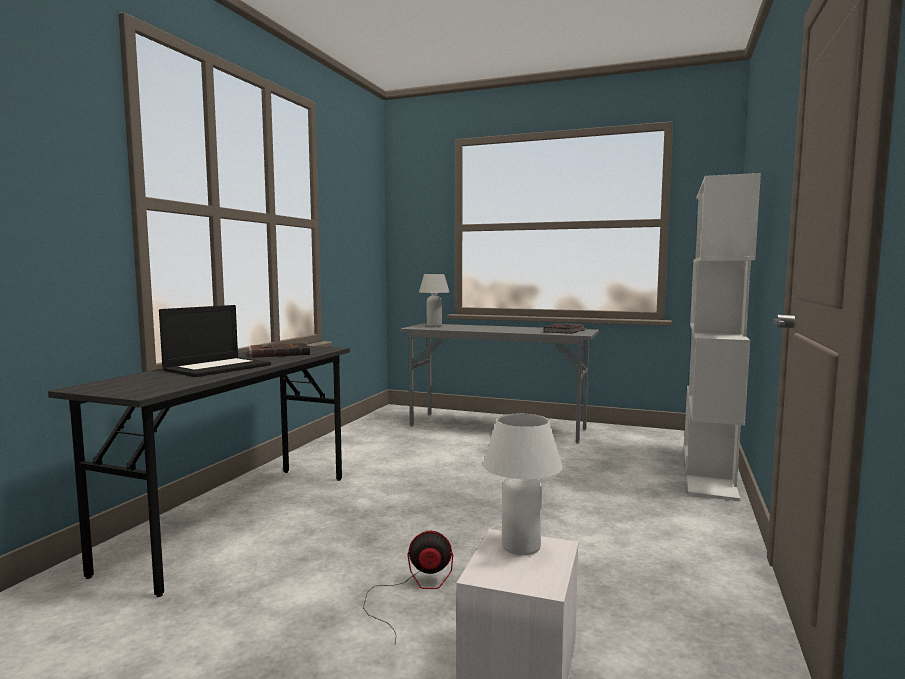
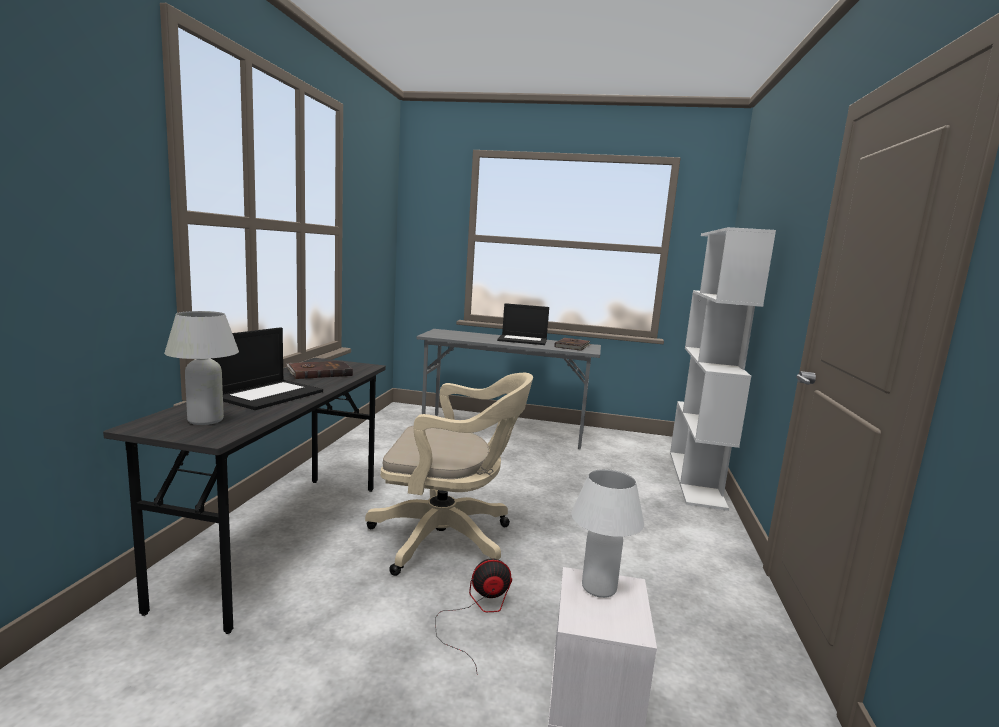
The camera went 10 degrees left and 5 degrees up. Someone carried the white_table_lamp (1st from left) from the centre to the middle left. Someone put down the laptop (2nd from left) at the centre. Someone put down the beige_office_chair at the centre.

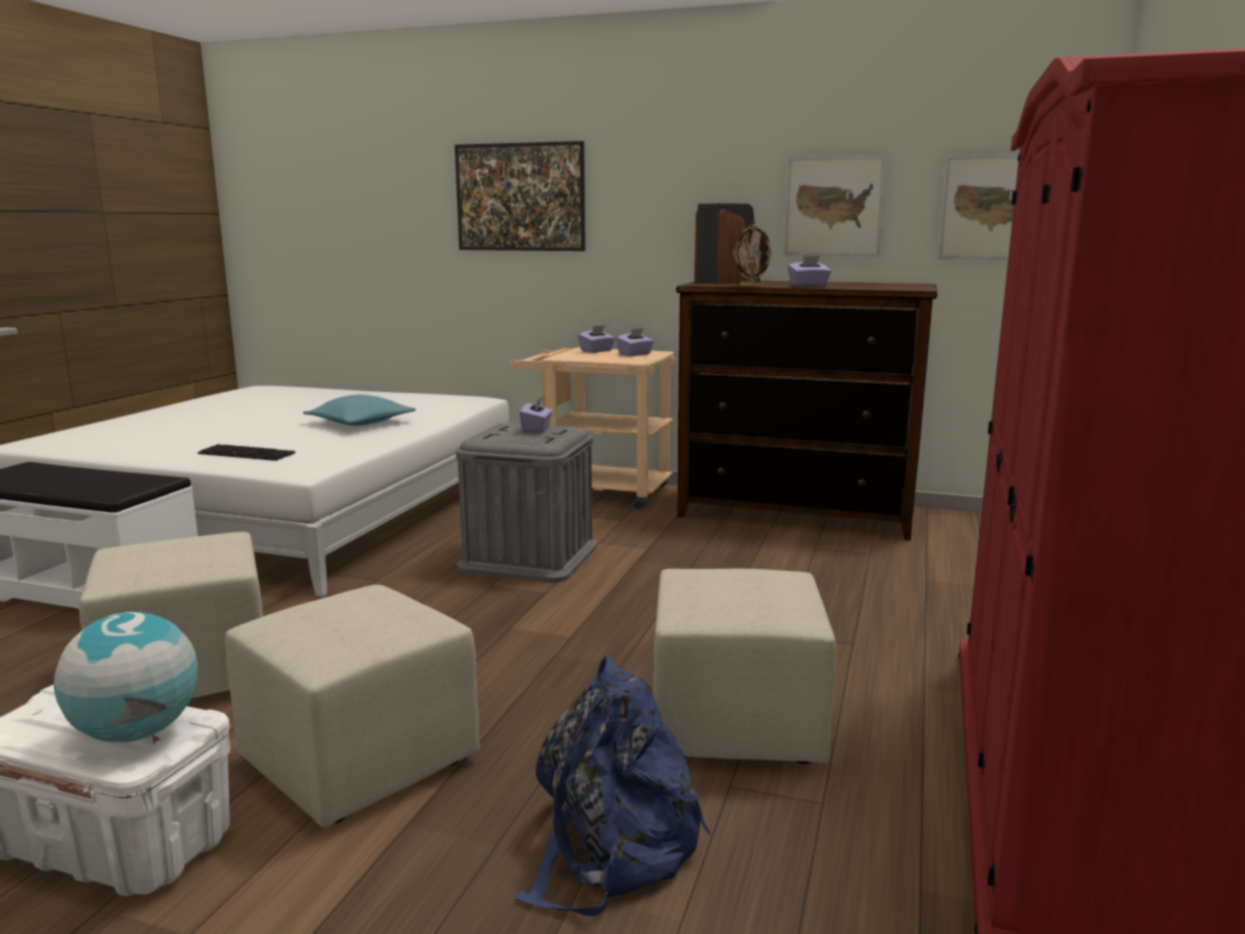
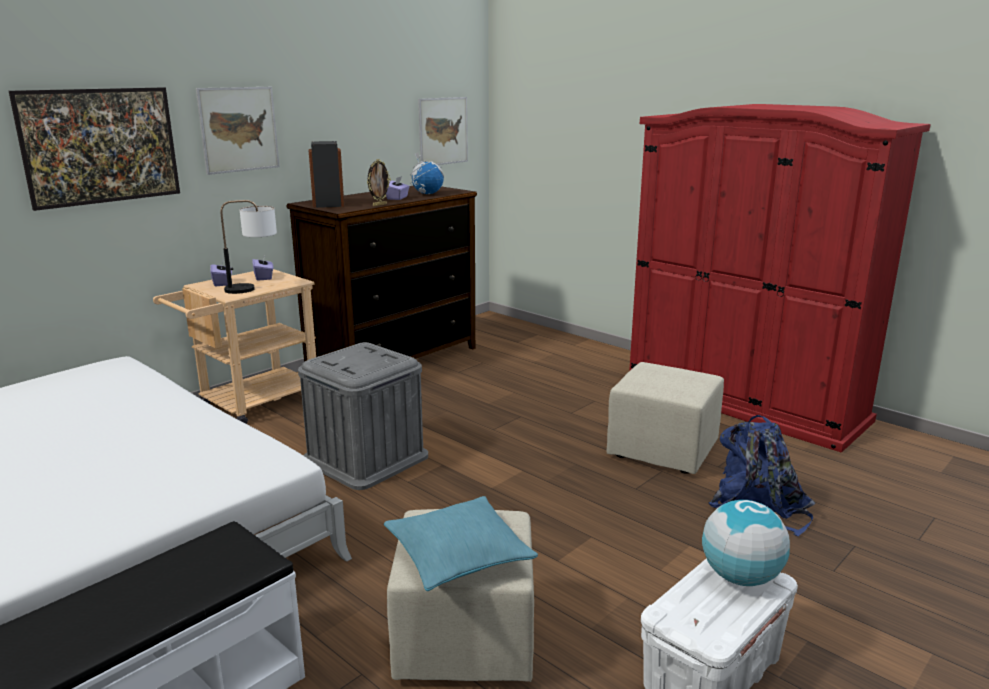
The camera went 65 degrees left and 5 degrees up. Someone carried the picture (2nd from left) from the top right to the top left. Someone carried the turquoise_pillow from the middle left to the bottom centre. Someone took away the purple_tissue_box (1st from left) at the centre. Someone took away the keyboard at the middle left. Someone took away the beige_ottoman (2nd from left) at the bottom left. Someone put down the globe (1st from left) at the top centre. Someone put down the table_lamp at the middle left.

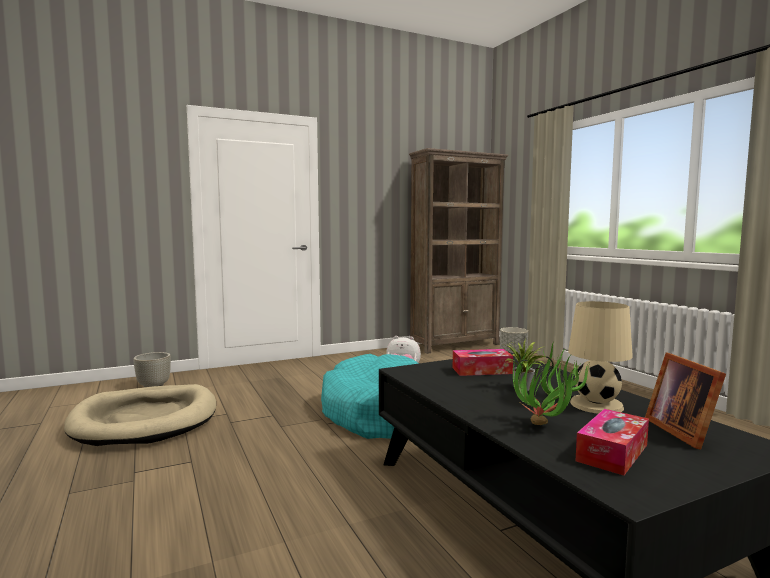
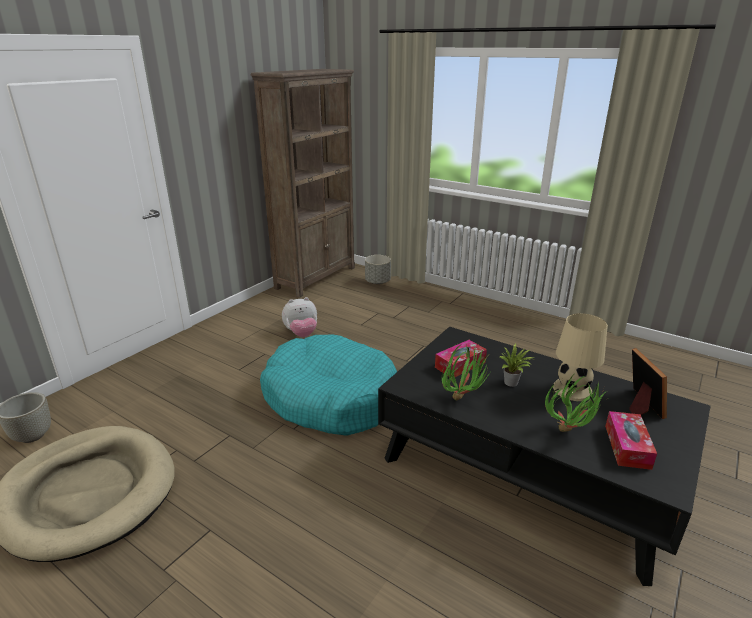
The camera went 30 degrees left and 20 degrees up. Someone rotated the picture_frame at the bottom right by 150 degrees counterclockwise. Someone put down the potted_plant (1st from left) at the centre.

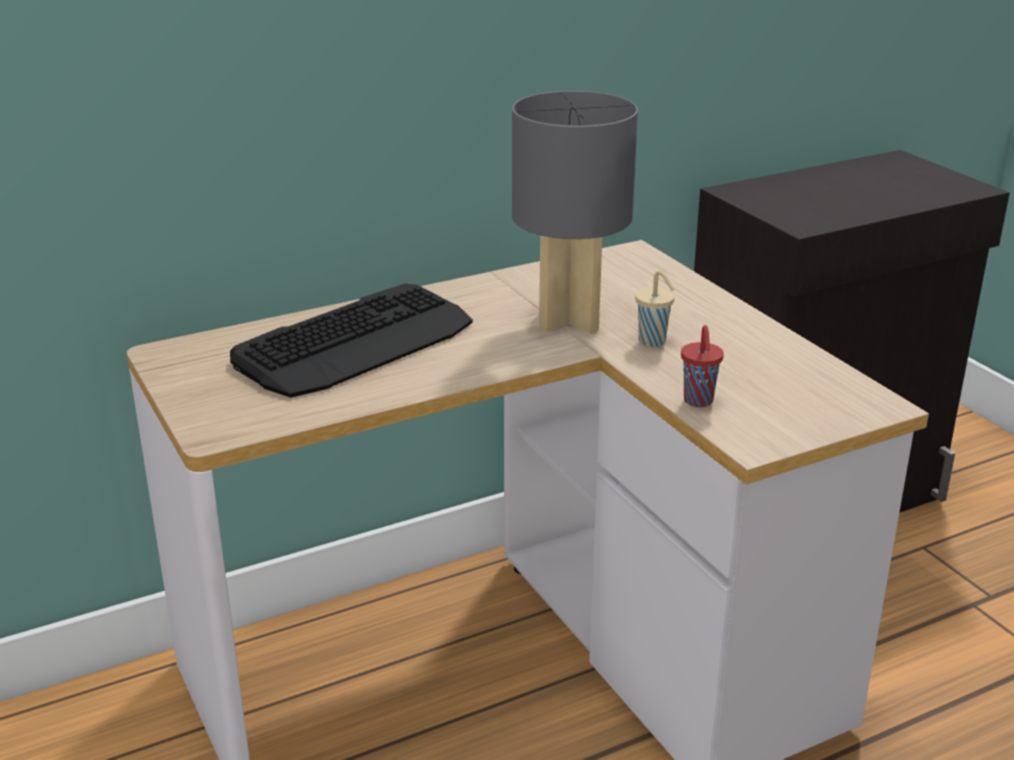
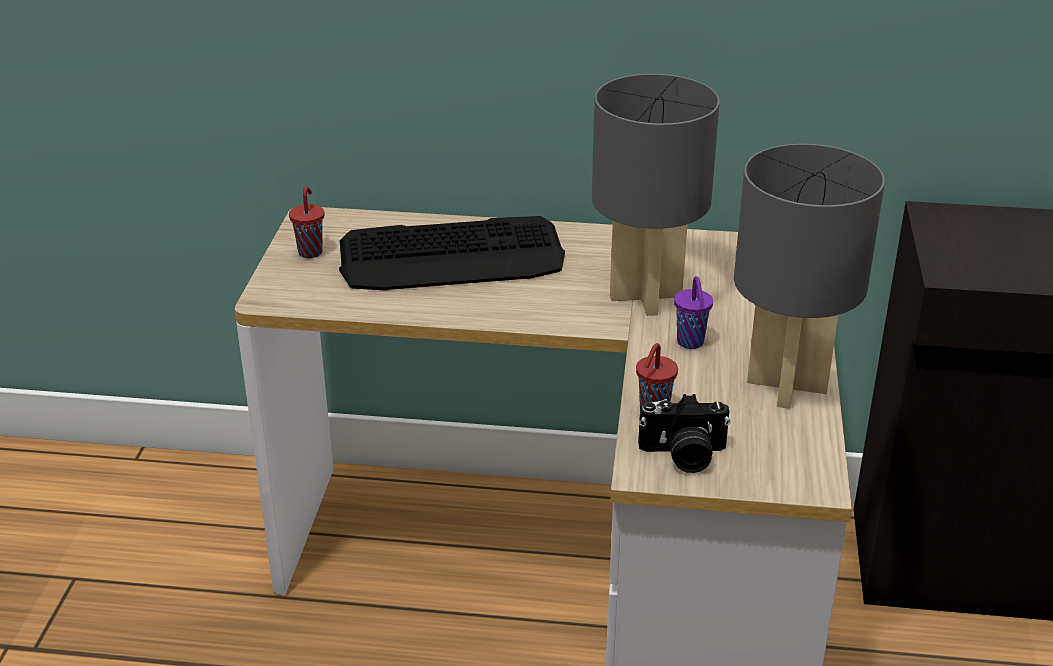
The camera went 35 degrees right and 5 degrees up. Someone repainted the beige_cup at the centre, which became the purple_cup at the centre. Someone put down the grey_table_lamp (2nd from left) at the middle right. Someone put down the red_cup (1st from left) at the middle left. Someone put down the photo_camera at the centre.

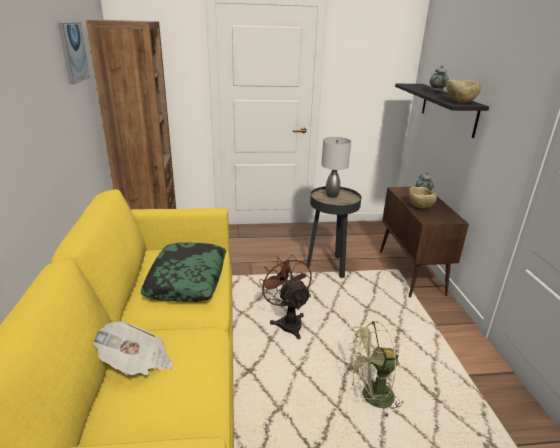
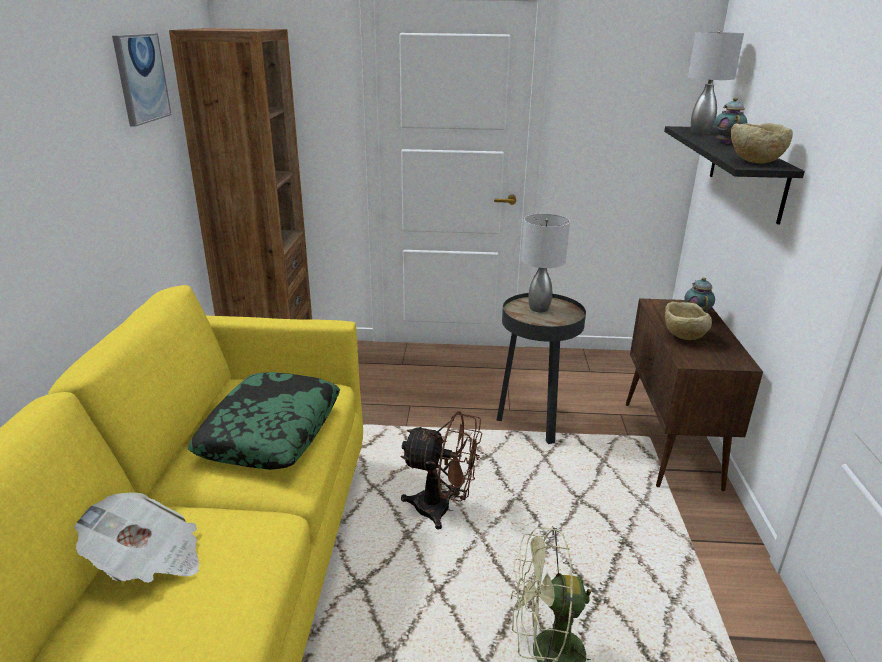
The camera went 10 degrees right and 0 degrees up. Someone rotated the brown_fan at the centre by 120 degrees clockwise. Someone put down the grey_table_lamp (2nd from left) at the top right.

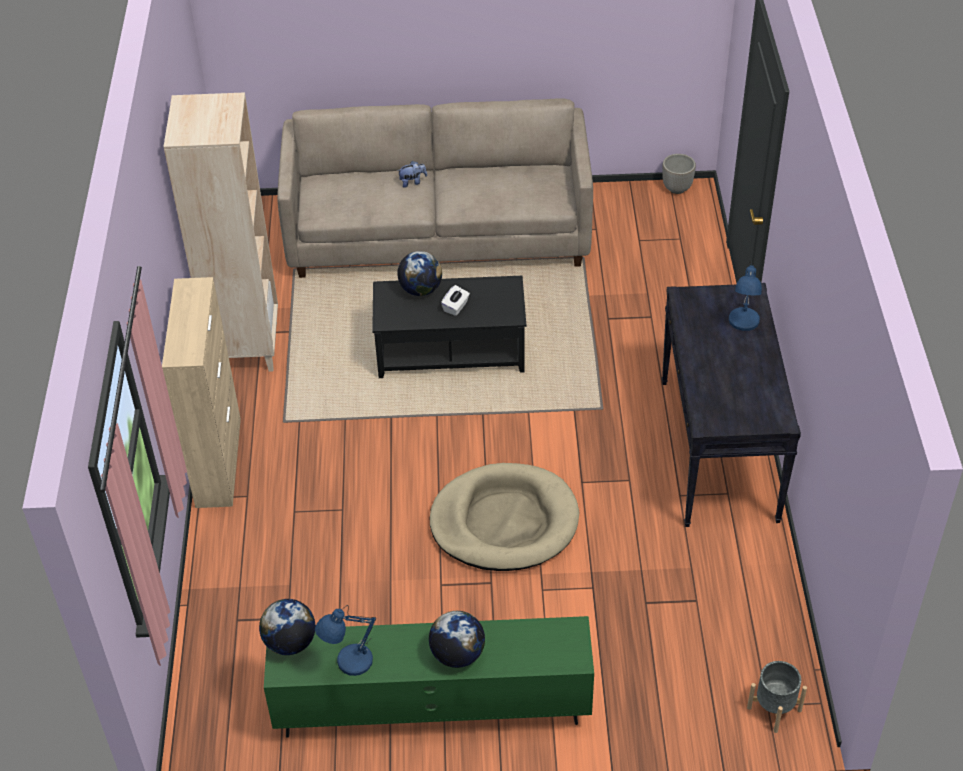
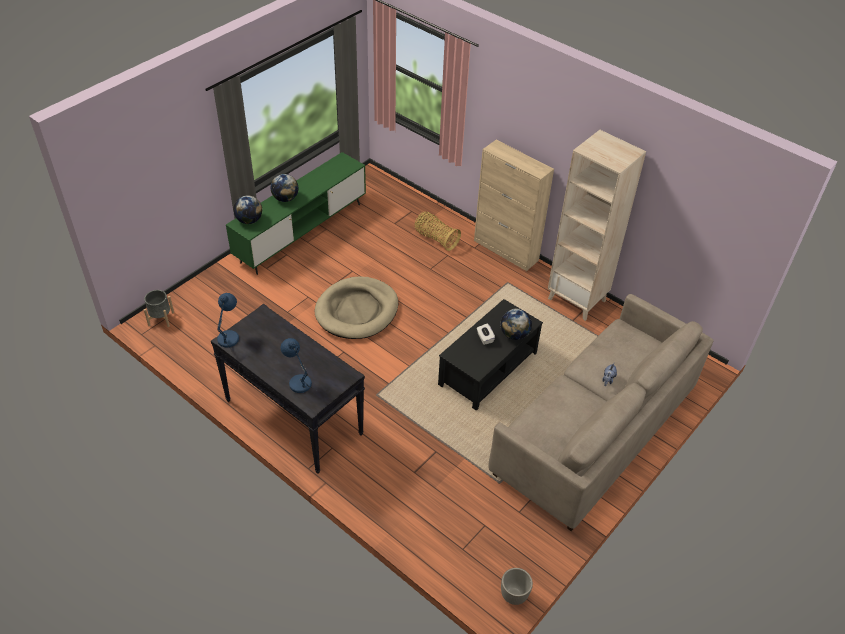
The camera went 130 degrees right and 0 degrees up. Someone carried the globe (1st from left) from the bottom left to the top left. Someone carried the blue_table_lamp (1st from left) from the bottom centre to the middle left. Someone put down the basket at the centre.

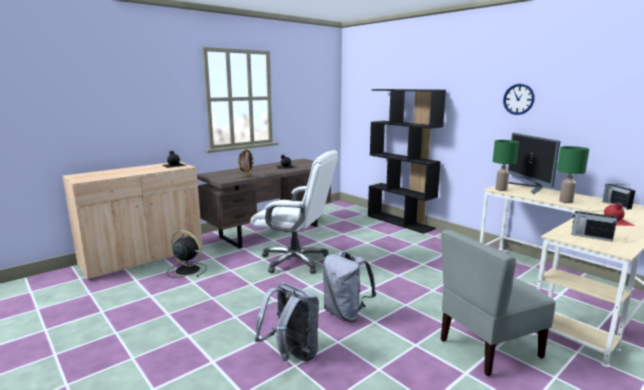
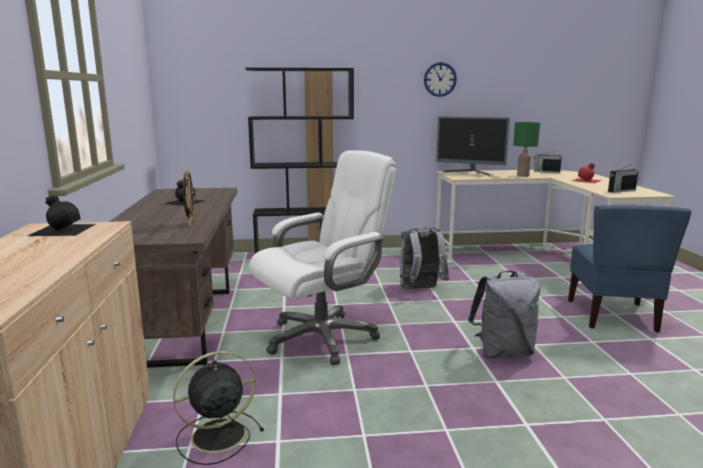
The camera went 55 degrees left and 0 degrees up. Someone took away the green_table_lamp (1st from left) at the middle right. Someone repainted the grey_chair at the bottom right, which became the blue_chair at the middle right. Someone carried the grey_backpack (1st from left) from the bottom centre to the centre.

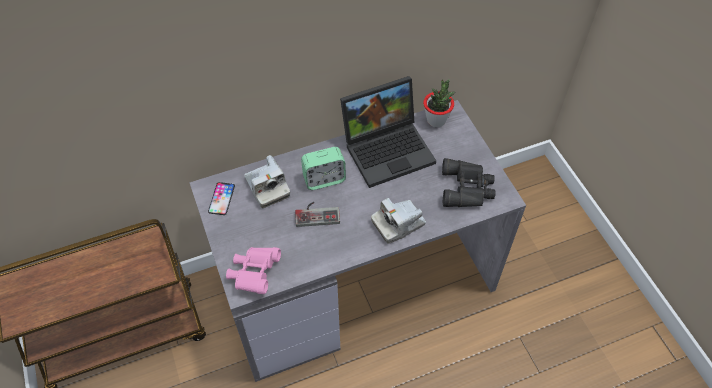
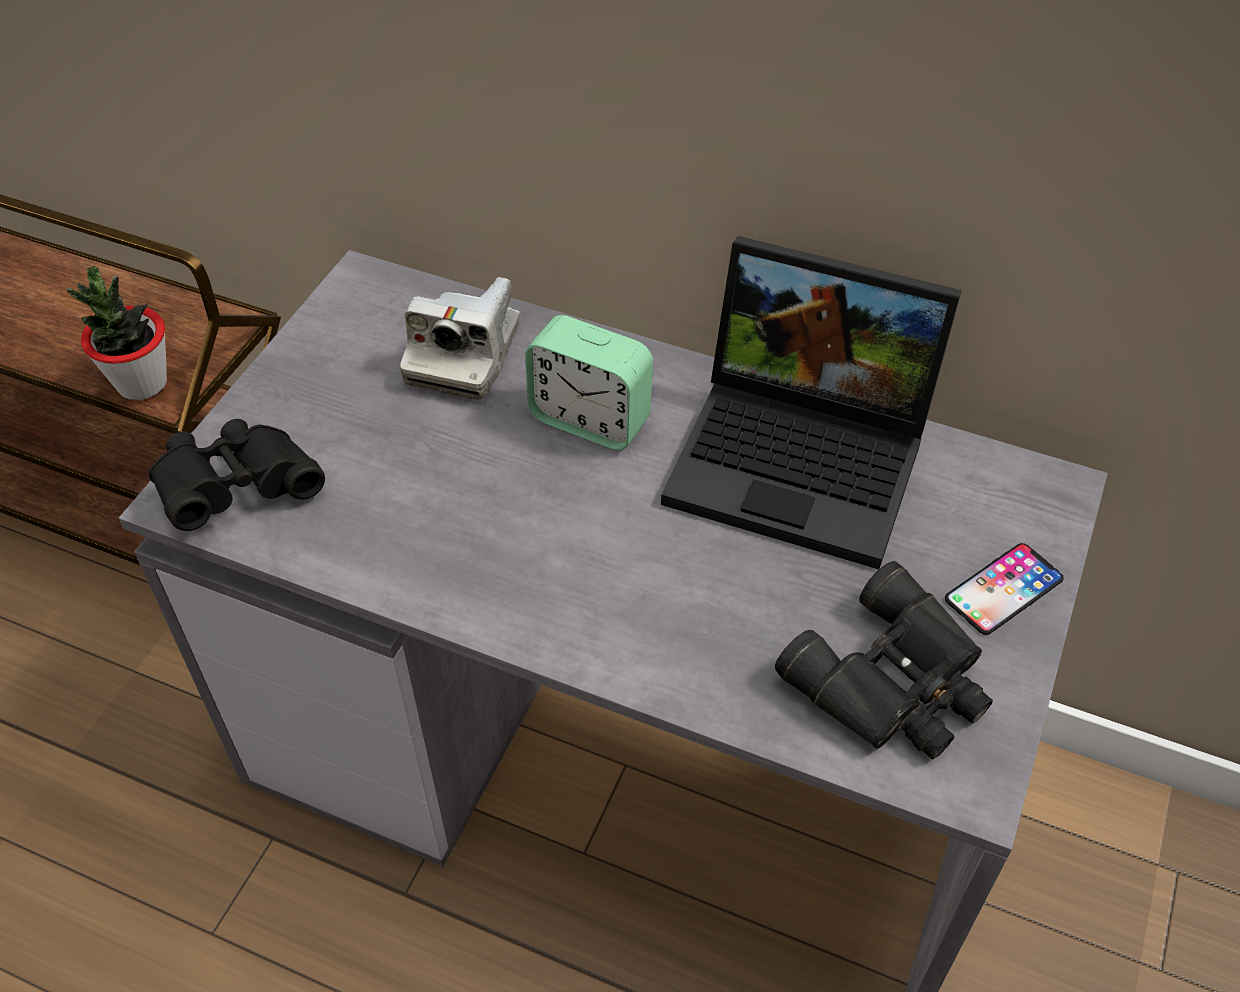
The camera went 45 degrees right and 5 degrees down. Someone carried the potted_plant from the top centre to the middle left. Someone carried the phone from the middle left to the middle right. Someone took away the photo_camera (2nd from left) at the centre. Someone took away the game_controller at the centre. Someone repainted the pink_binoculars at the bottom centre, which became the black_binoculars (1st from left) at the middle left.

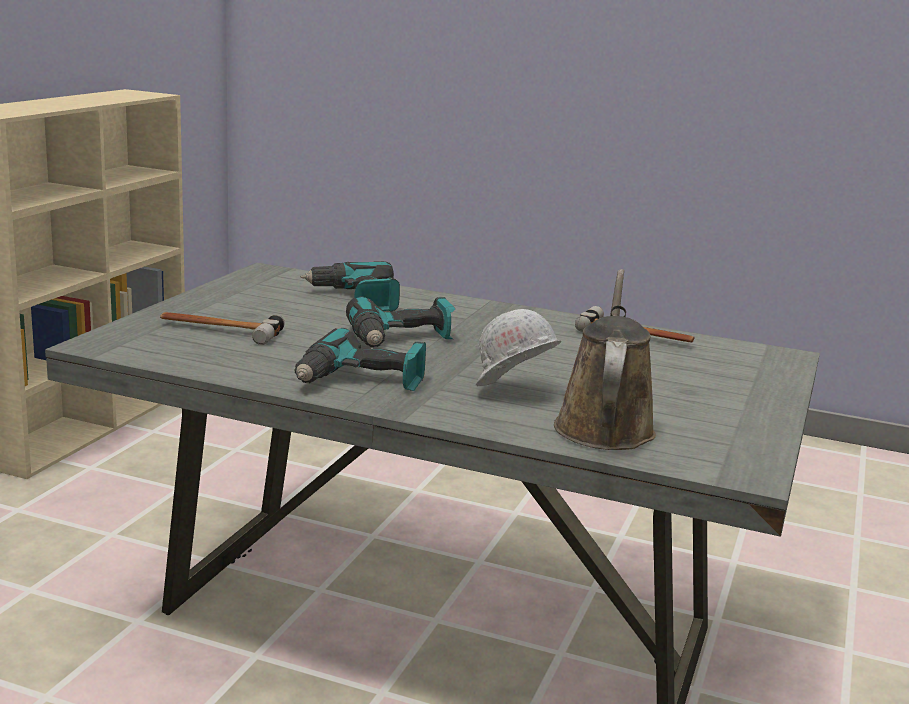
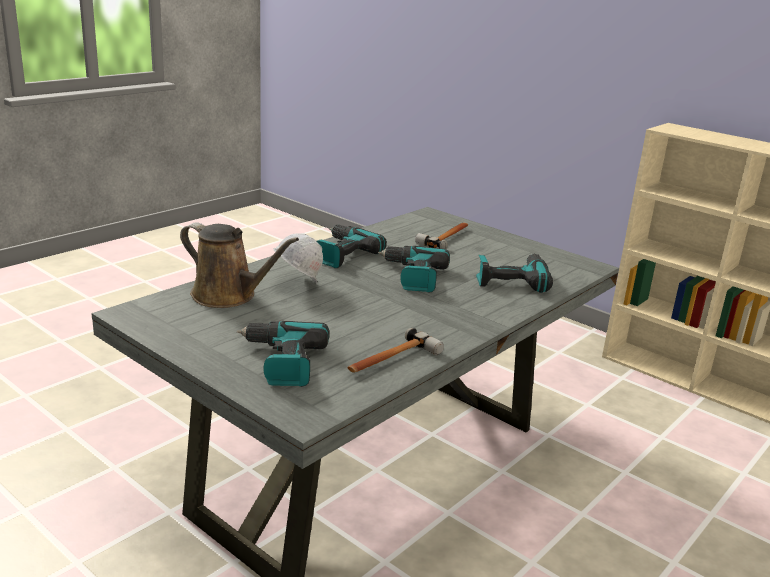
The camera went 110 degrees right and 5 degrees up. Someone put down the power_drill (1st from left) at the centre.

